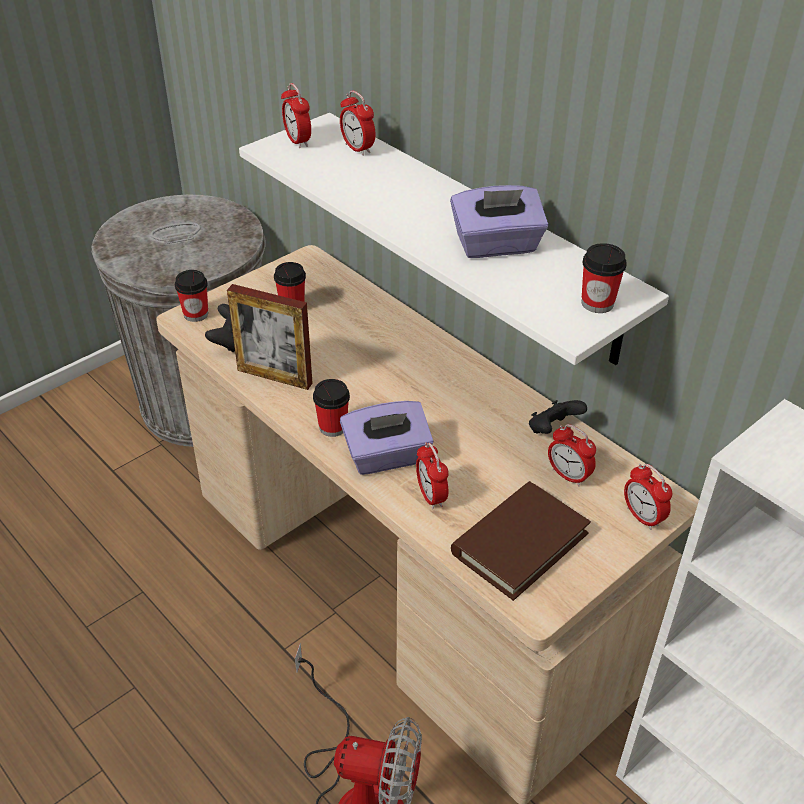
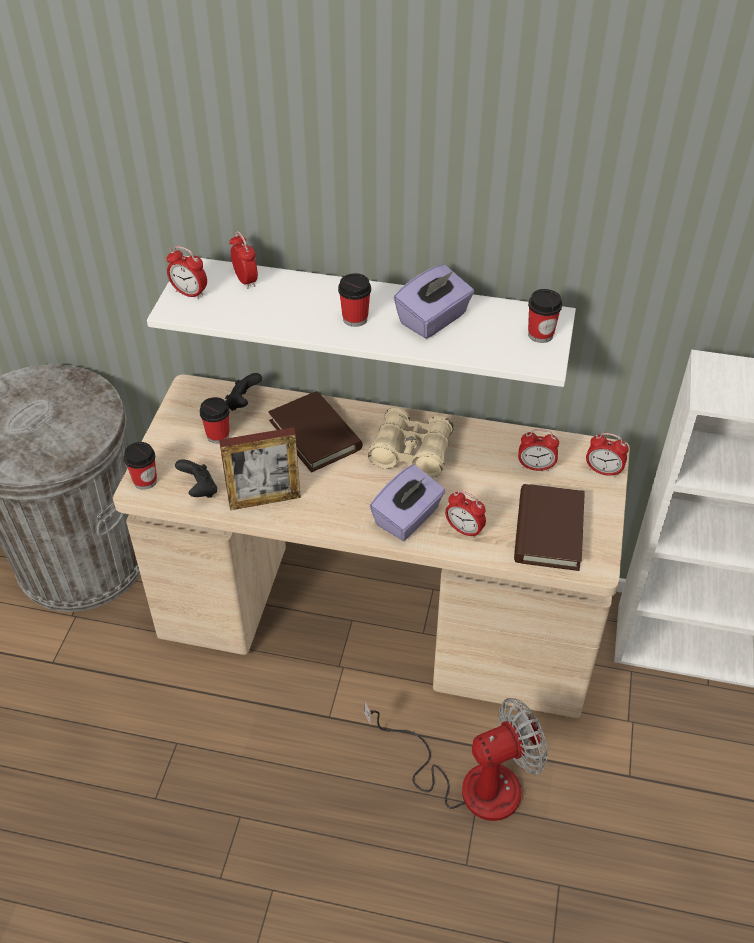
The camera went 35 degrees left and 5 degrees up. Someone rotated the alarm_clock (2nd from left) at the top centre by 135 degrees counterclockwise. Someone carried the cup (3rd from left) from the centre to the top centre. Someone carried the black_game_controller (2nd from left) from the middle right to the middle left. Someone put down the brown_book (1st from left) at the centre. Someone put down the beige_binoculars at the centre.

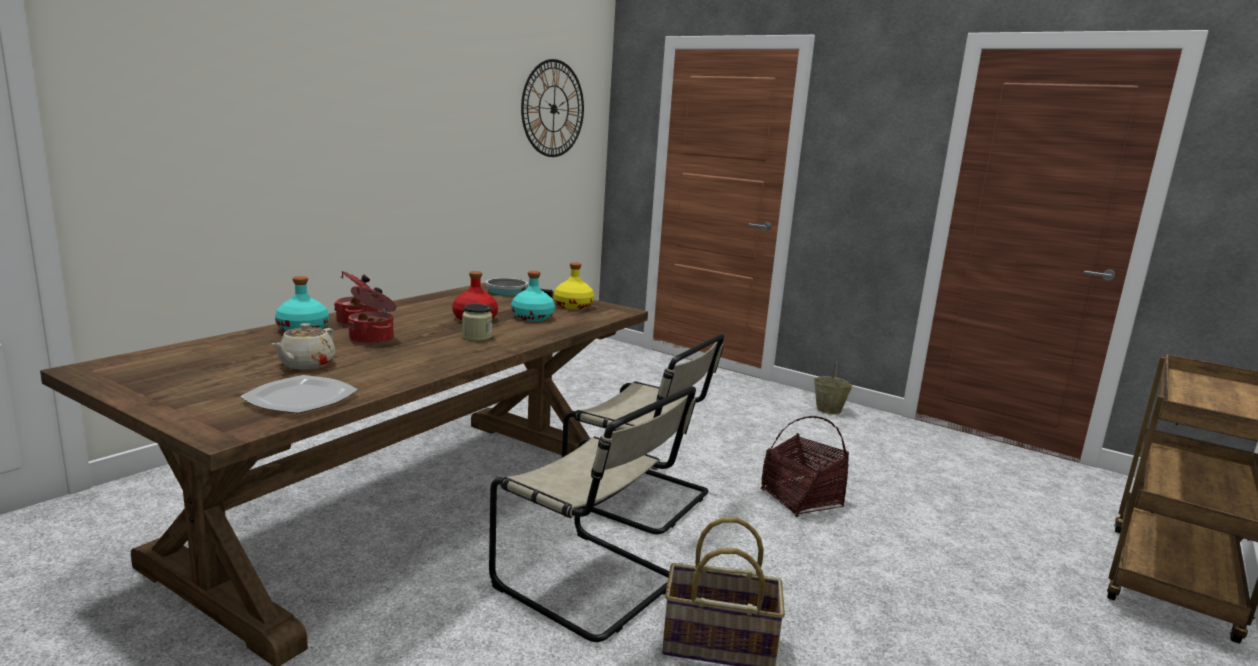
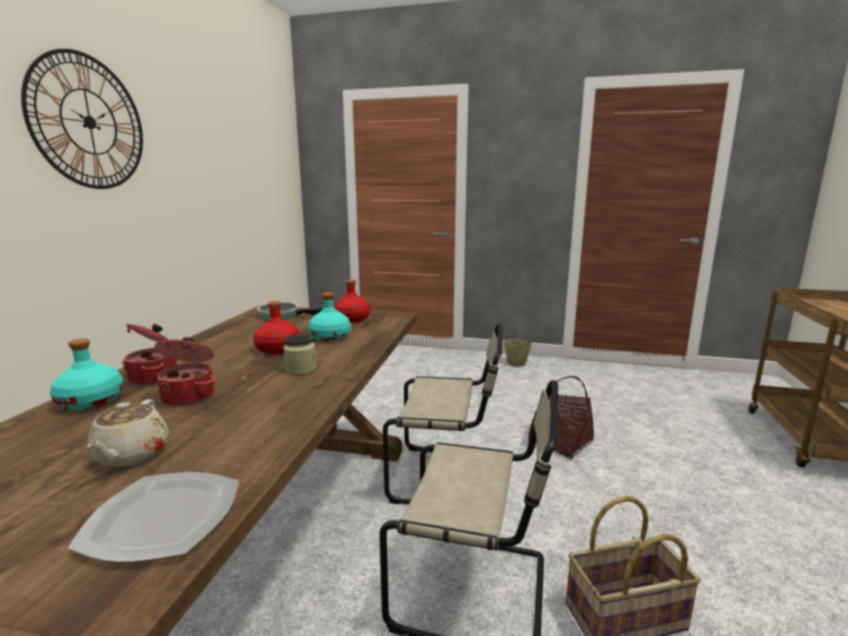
The camera went 20 degrees left and 0 degrees up. Someone carried the wall_clock from the top centre to the top left. Someone repainted the yellow_bottle at the centre, which became the red_bottle (2nd from left) at the centre.

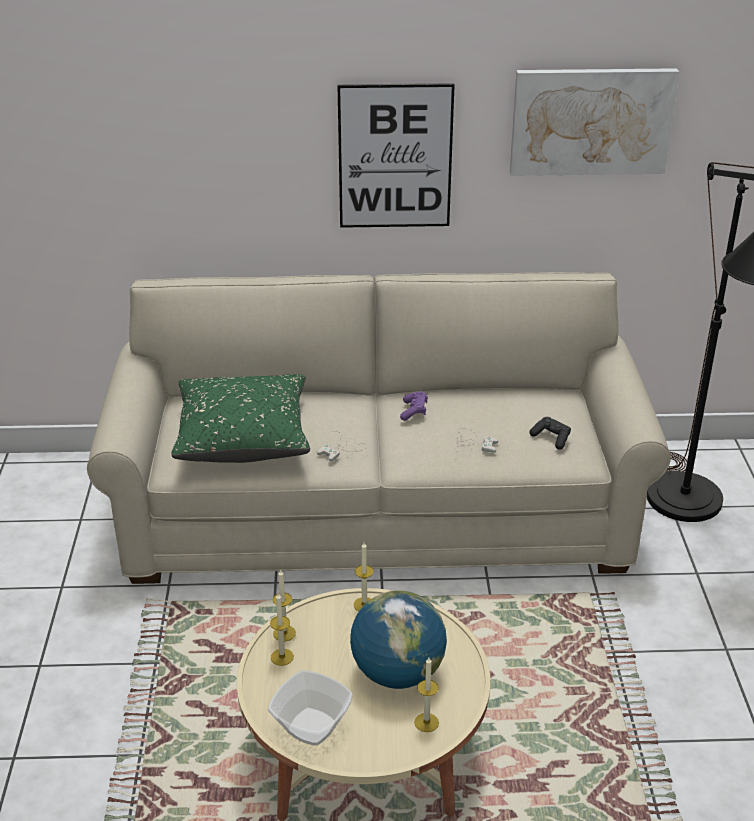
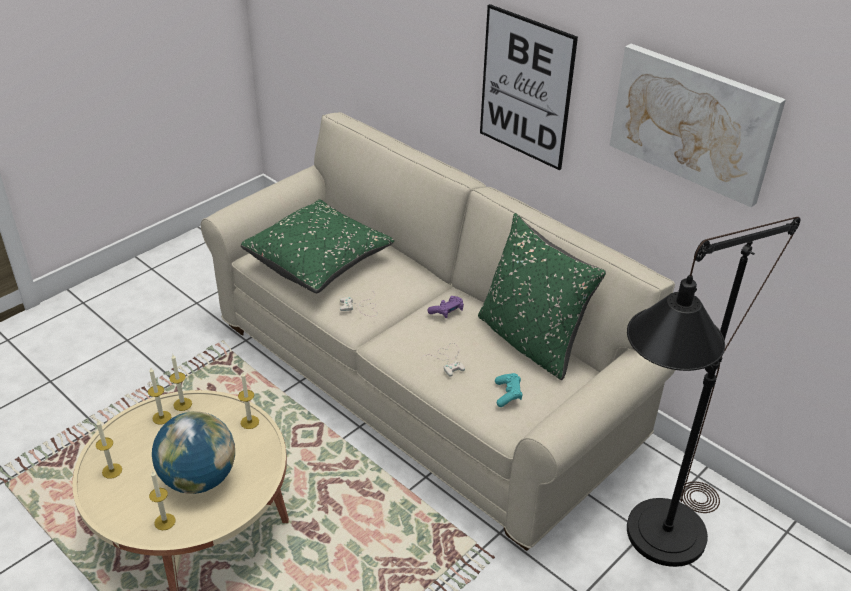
The camera went 45 degrees right and 5 degrees up. Someone repainted the black_game_controller at the middle right, which became the turquoise_game_controller at the centre. Someone swapped the bowl at the bottom centre for the candle (1st from left) at the bottom left. Someone put down the green_pillow (2nd from left) at the centre.

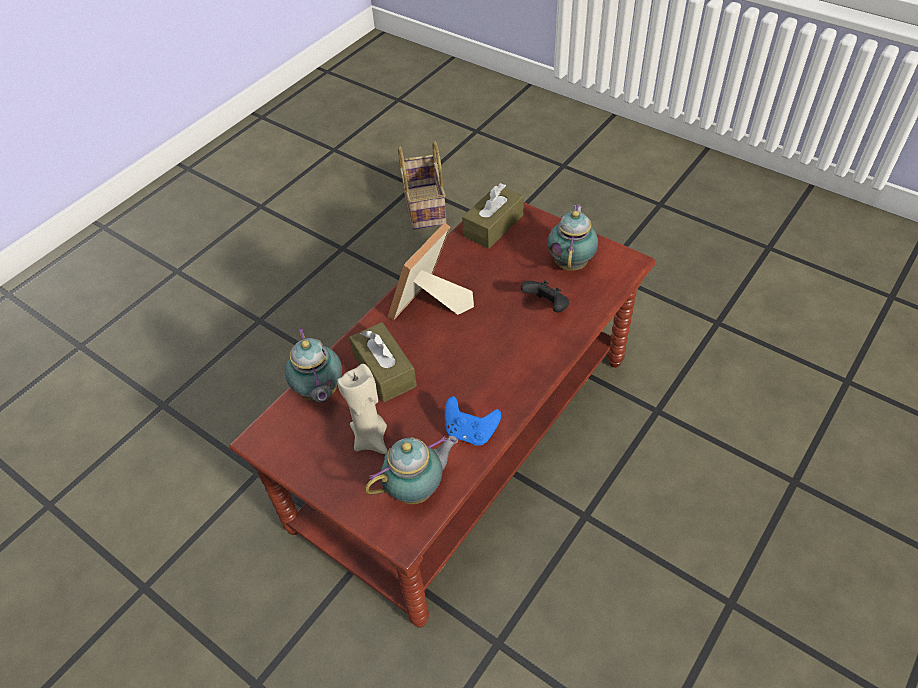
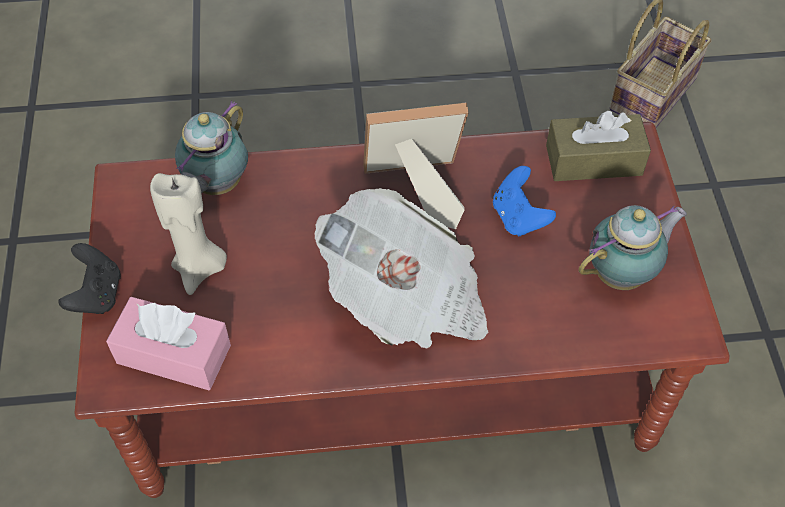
The camera went 45 degrees right and 5 degrees up. Someone carried the black_game_controller from the centre to the middle left. Someone took away the brown_tissue_box (1st from left) at the centre. Someone carried the blue_game_controller from the centre to the middle right. Someone swapped the teapot (2nd from left) at the bottom centre for the pink_tissue_box at the bottom left. Someone put down the newspaper at the centre.

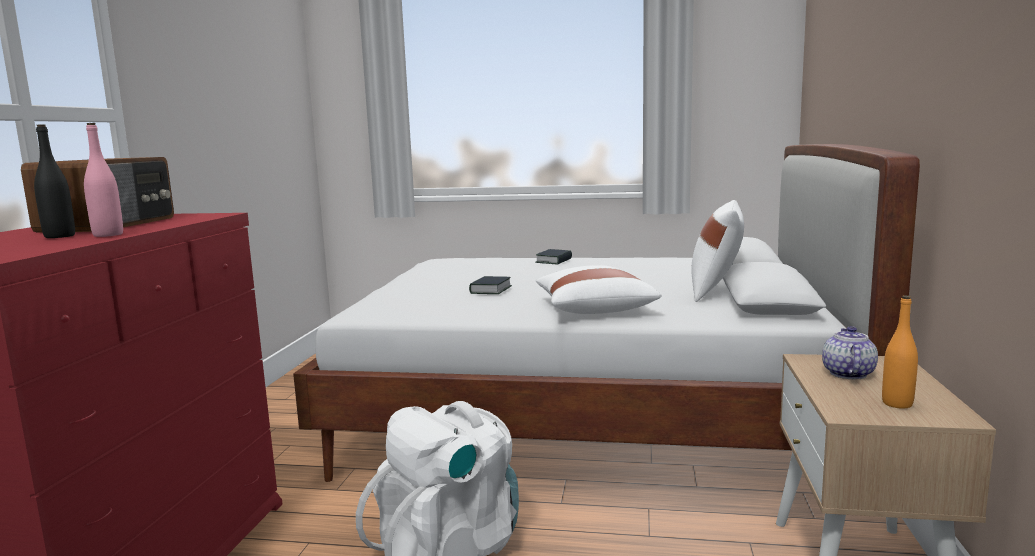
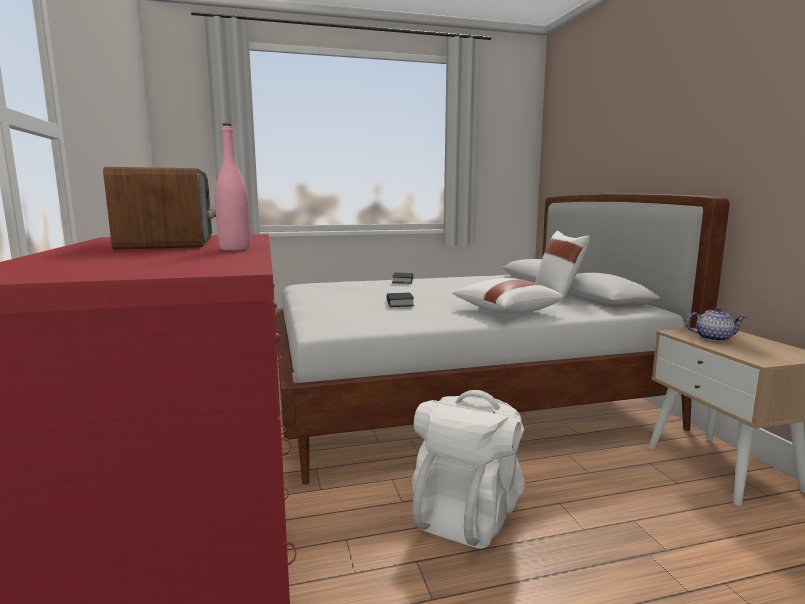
The camera went 25 degrees left and 0 degrees up. Someone took away the black_bottle at the top left. Someone took away the orange_bottle at the middle right. Someone rotated the teapot at the middle right by 105 degrees clockwise.

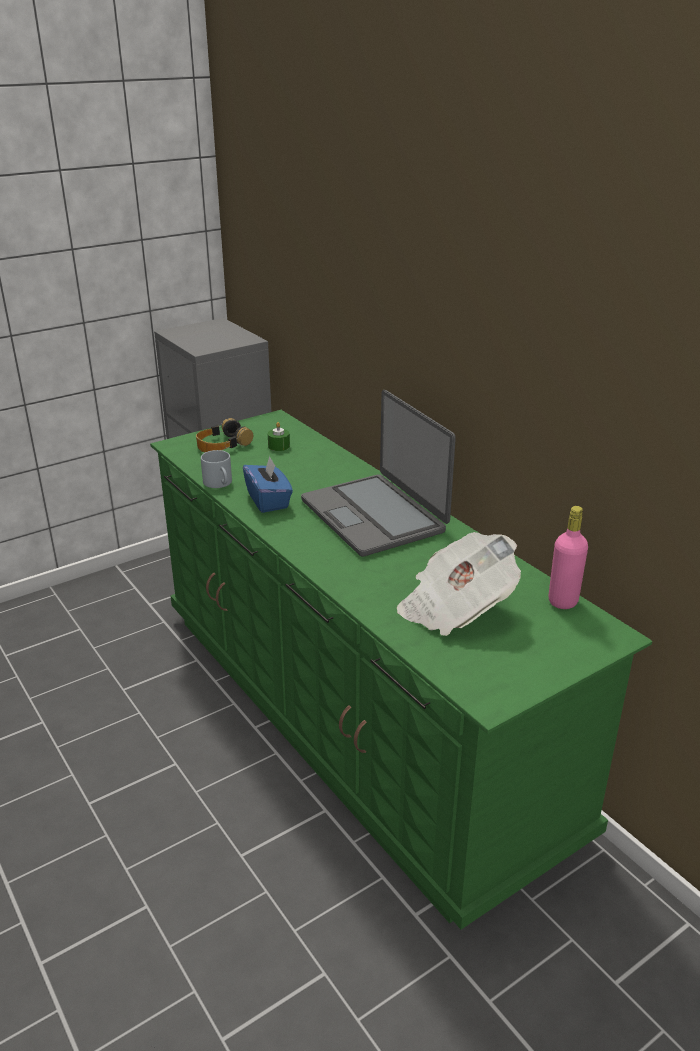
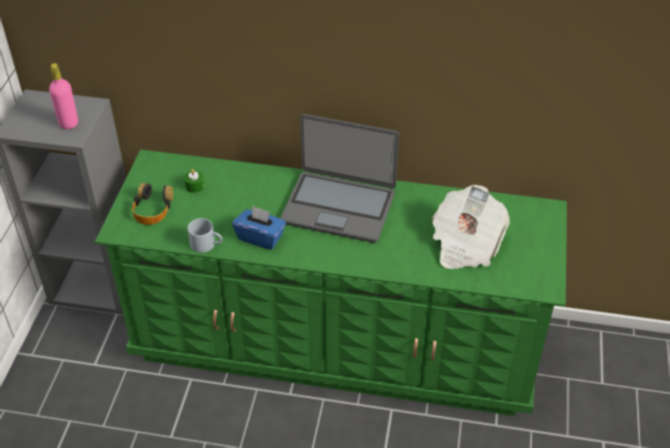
The camera went 45 degrees left and 15 degrees up. Someone carried the pink_bottle from the middle right to the top left.

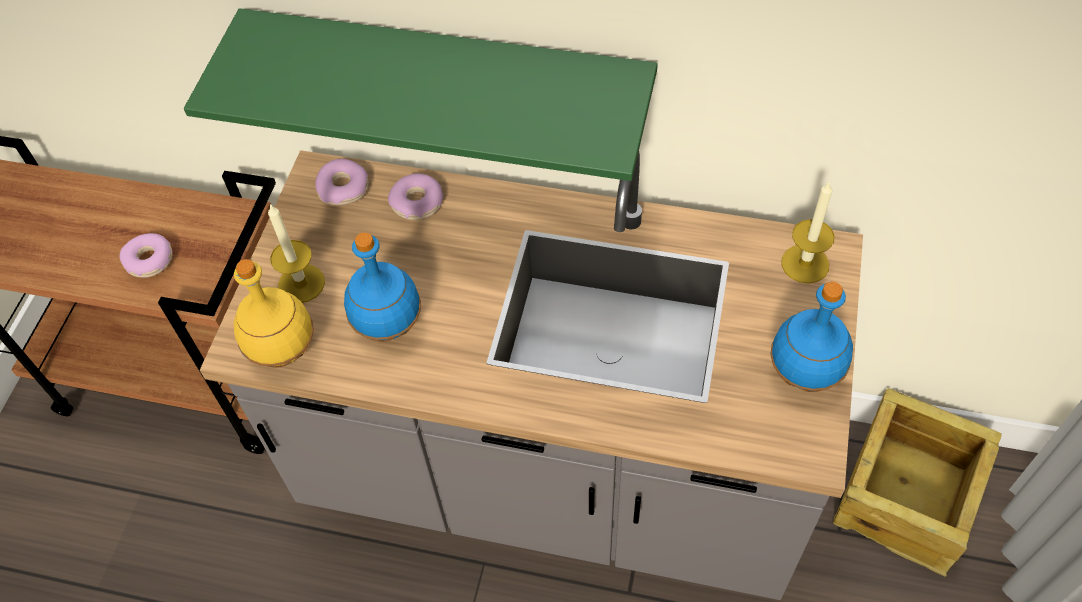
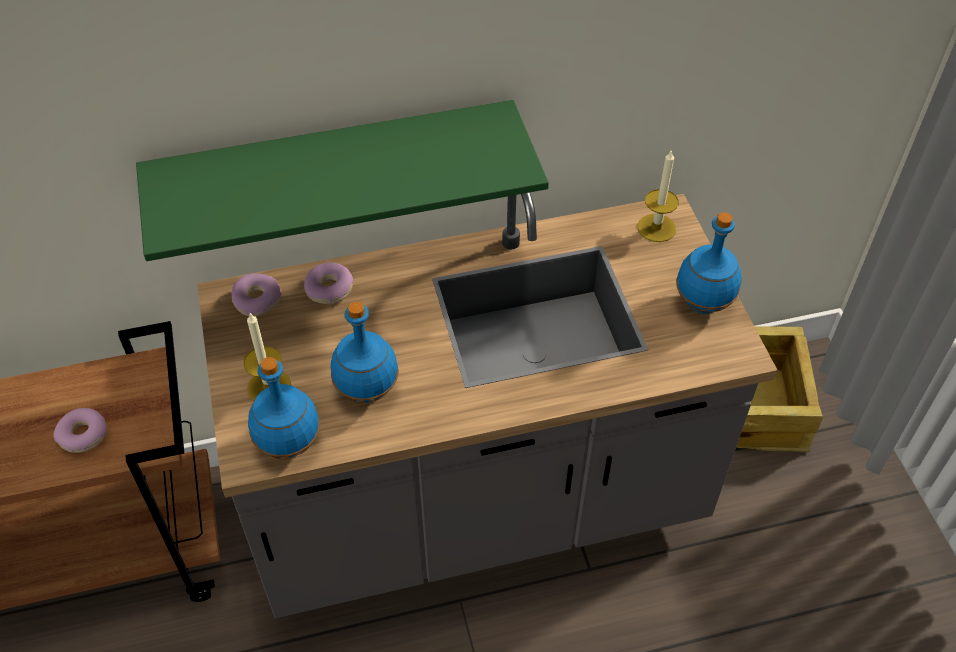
The camera went 30 degrees left and 5 degrees down. Someone repainted the yellow_bottle at the middle left, which became the blue_bottle (1st from left) at the middle left.

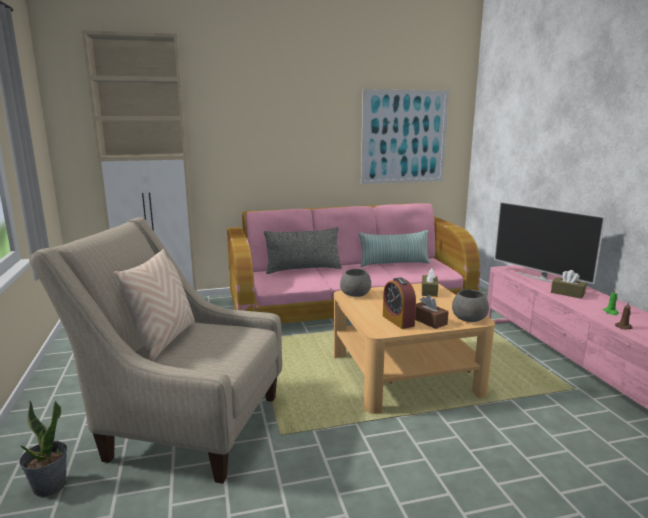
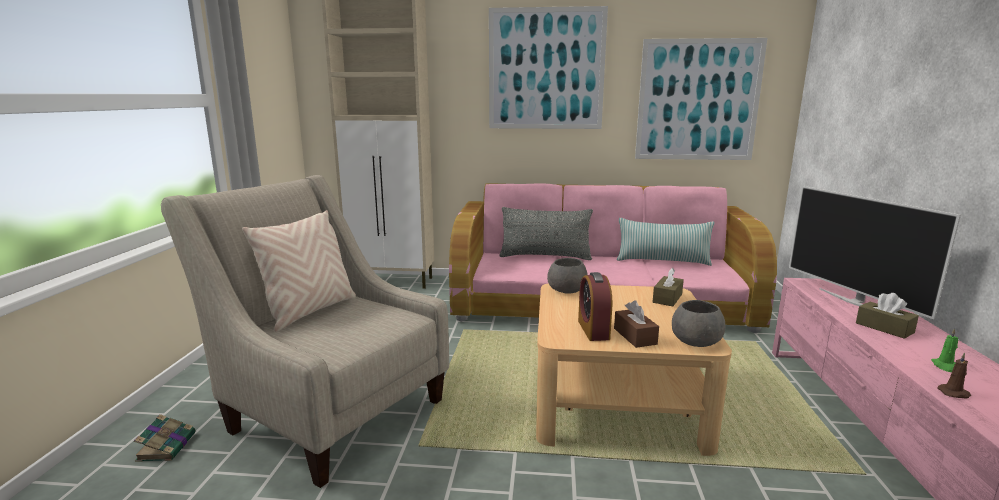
The camera went 20 degrees right and 0 degrees up. Someone swapped the potted_plant at the bottom left for the book at the bottom left. Someone put up the picture (1st from left) at the top centre.

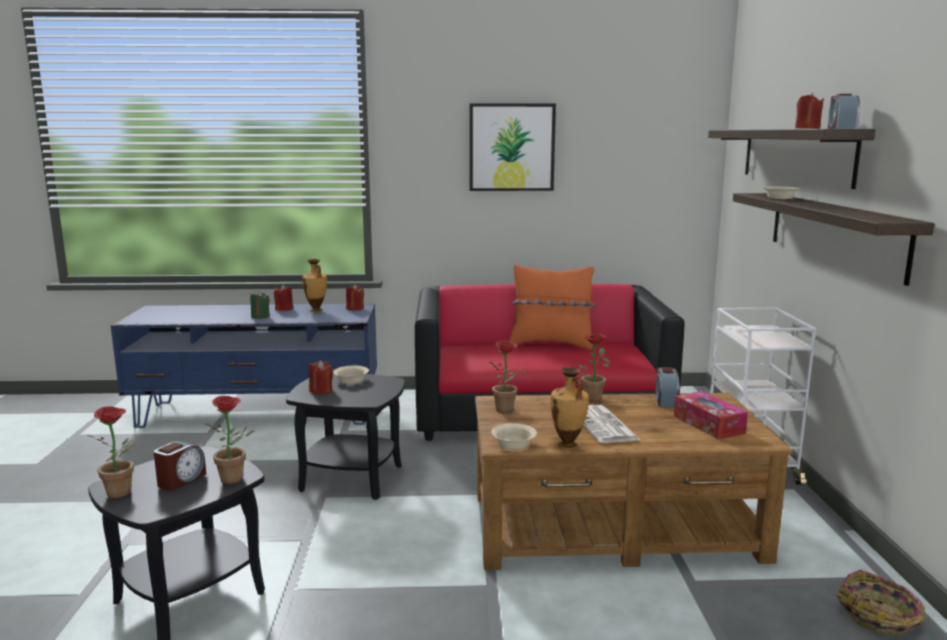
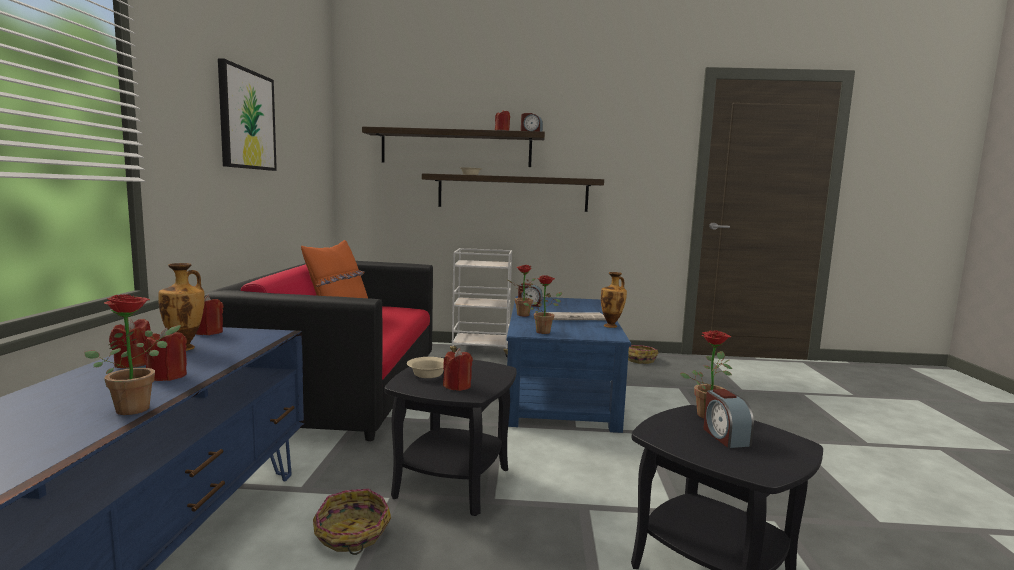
The camera went 85 degrees left and 5 degrees down. Someone repainted the green_candle at the middle left, which became the red_candle (2nd from left) at the middle left. Someone took away the tissue_box at the middle right. Someone repainted the brown_coffee_table at the bottom right, which became the blue_coffee_table at the centre. Someone carried the potted_plant (1st from left) from the bottom left to the middle left. Someone took away the beige_bowl (2nd from left) at the bottom centre. Someone rotated the alarm_clock (1st from left in the first image) at the bottom left by 135 degrees counterclockwise. Someone put down the basket (1st from left) at the bottom centre.

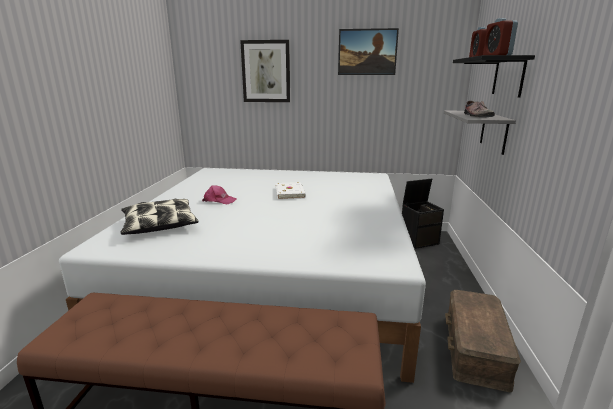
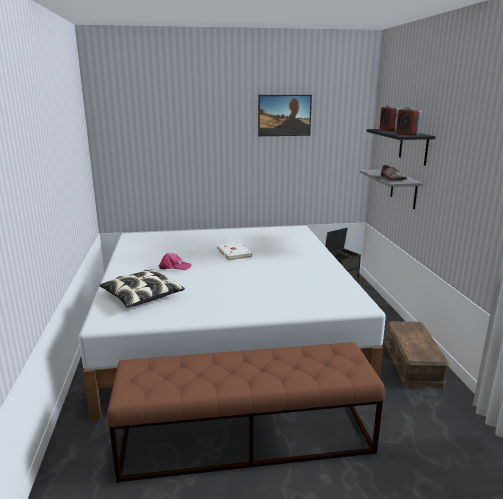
The camera went 15 degrees left and 0 degrees up. Someone took away the picture (1st from left) at the top centre.

